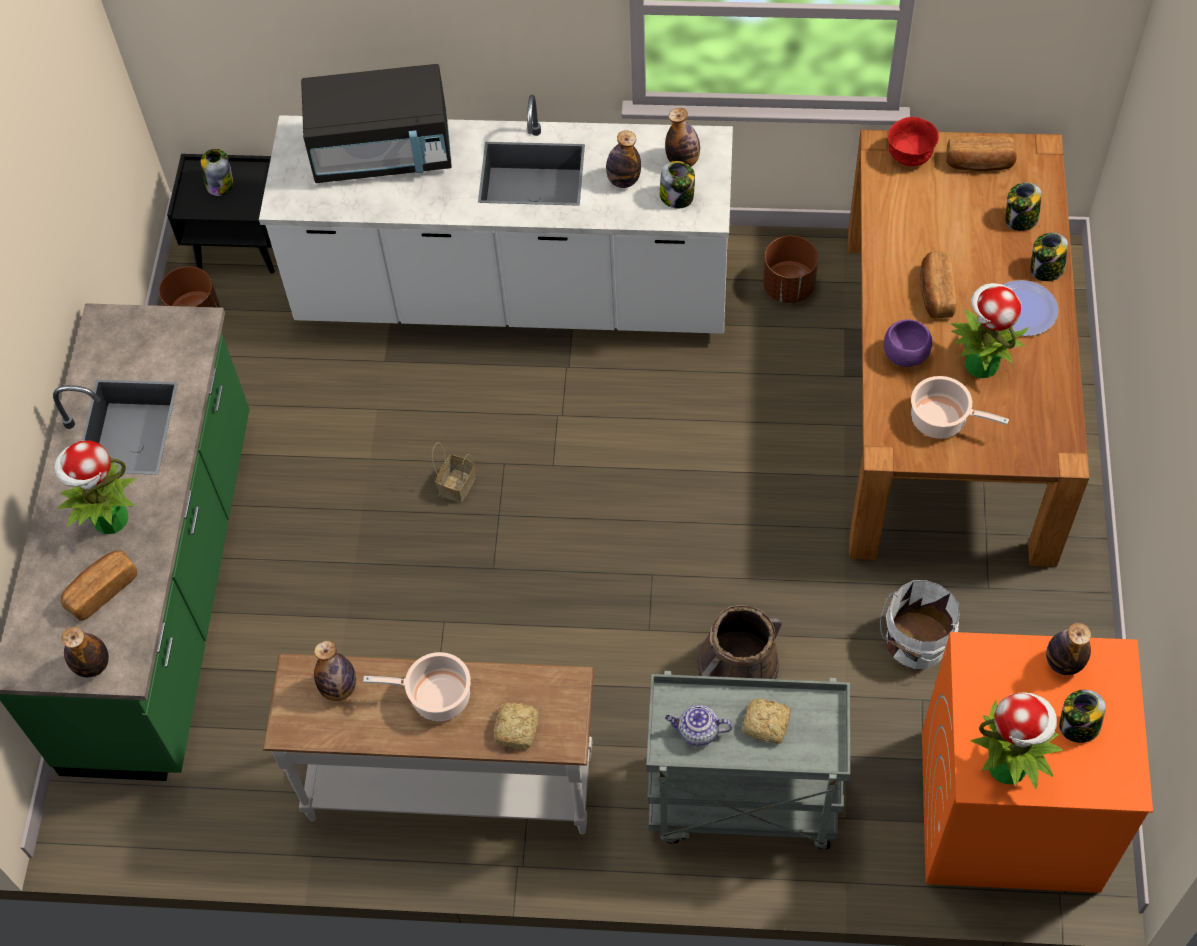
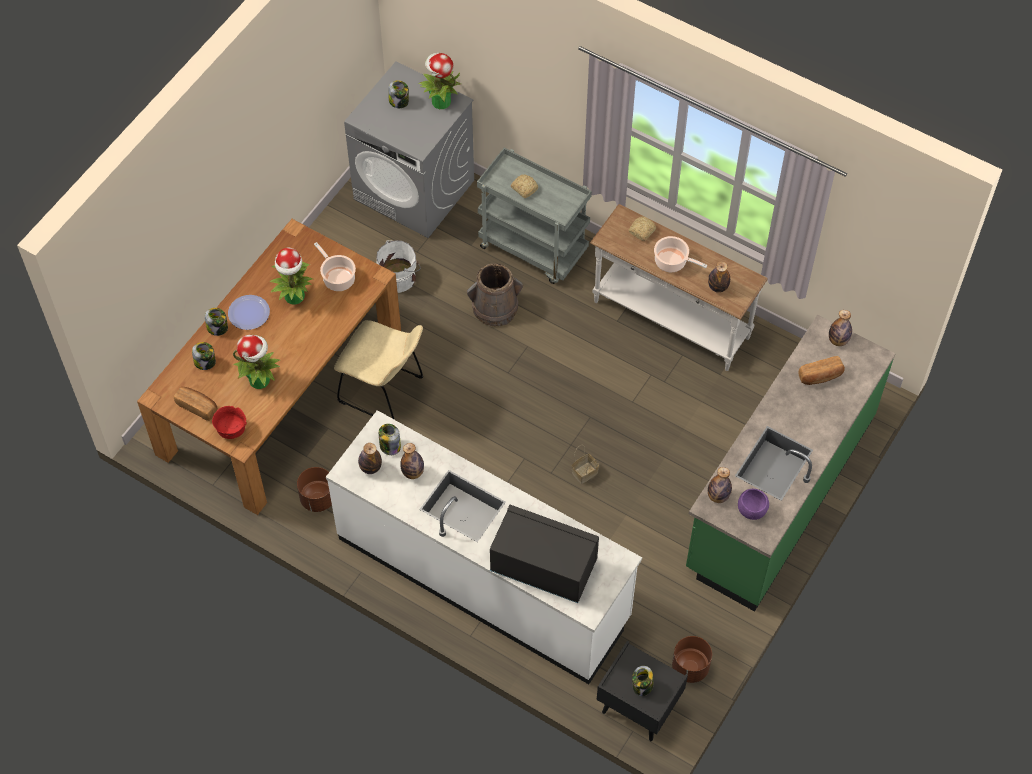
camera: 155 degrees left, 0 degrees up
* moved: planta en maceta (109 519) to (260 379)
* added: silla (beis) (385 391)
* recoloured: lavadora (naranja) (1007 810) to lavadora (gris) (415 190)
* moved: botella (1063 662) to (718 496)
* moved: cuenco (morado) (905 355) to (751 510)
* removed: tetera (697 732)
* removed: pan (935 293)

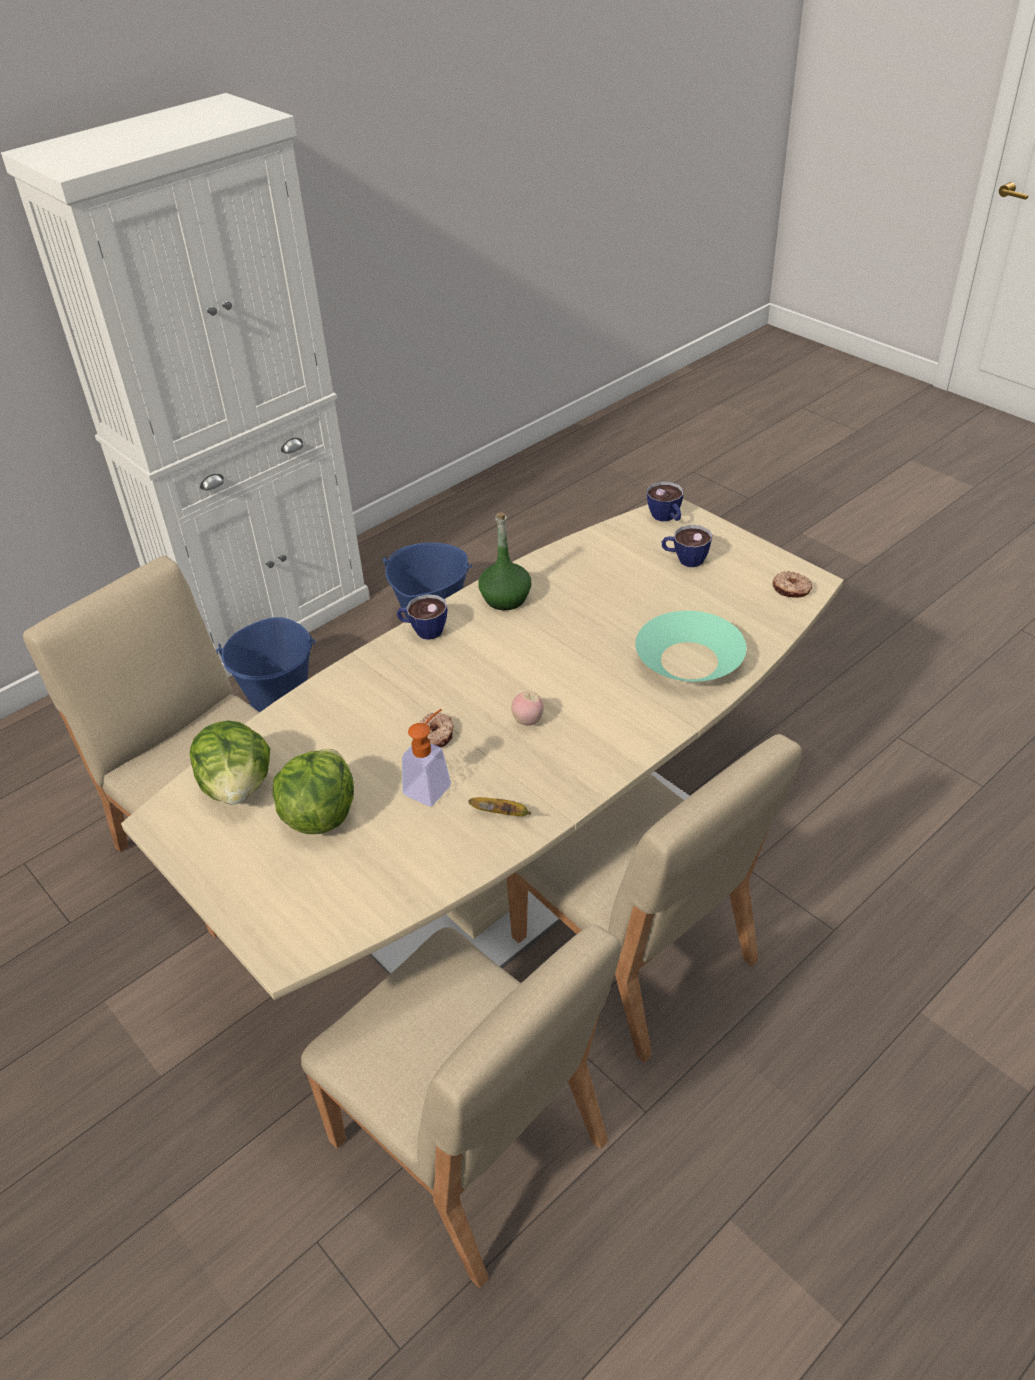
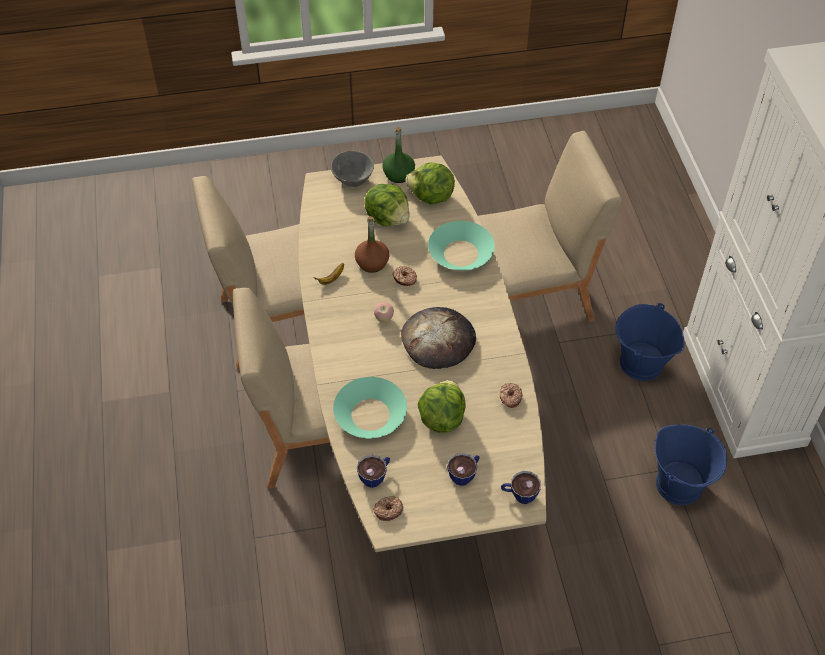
camera: 120 degrees right, 10 degrees up
* added: cuenco (gris) (352 181)
* replaced: dispensador de jabón (432 785) to botella (marrón) (372 263)
* moved: taza (423 630) to (375 476)
* moved: botella (verde) (505 598) to (399 174)
* added: pan (438 340)
* added: lechuga (441 418)
* added: cuenco (turquesa) (461 253)
* added: rosquilla (510 397)

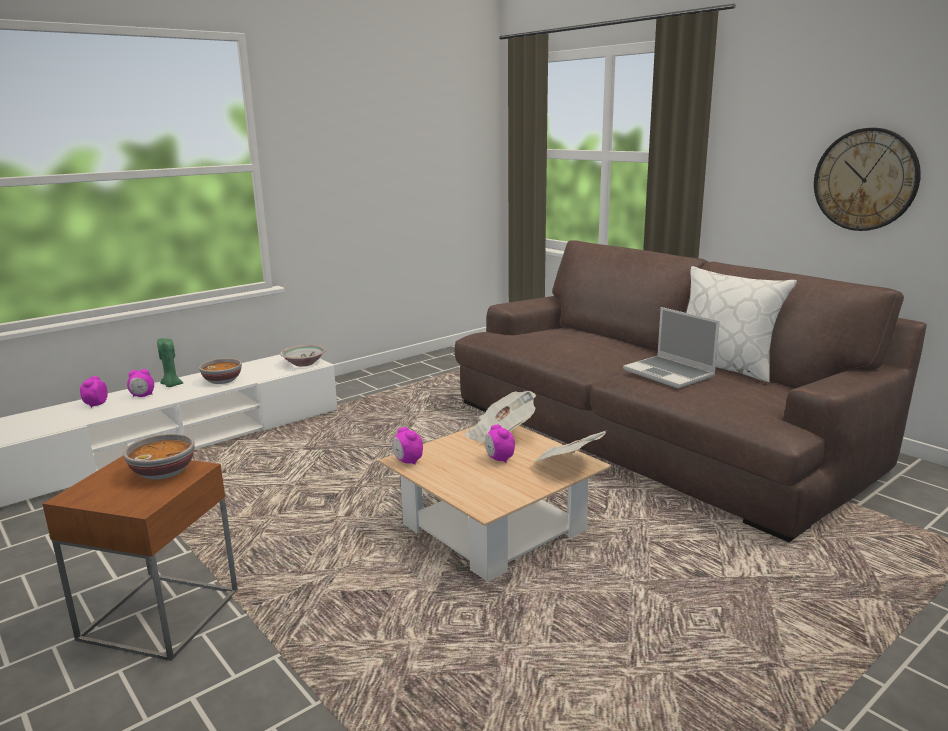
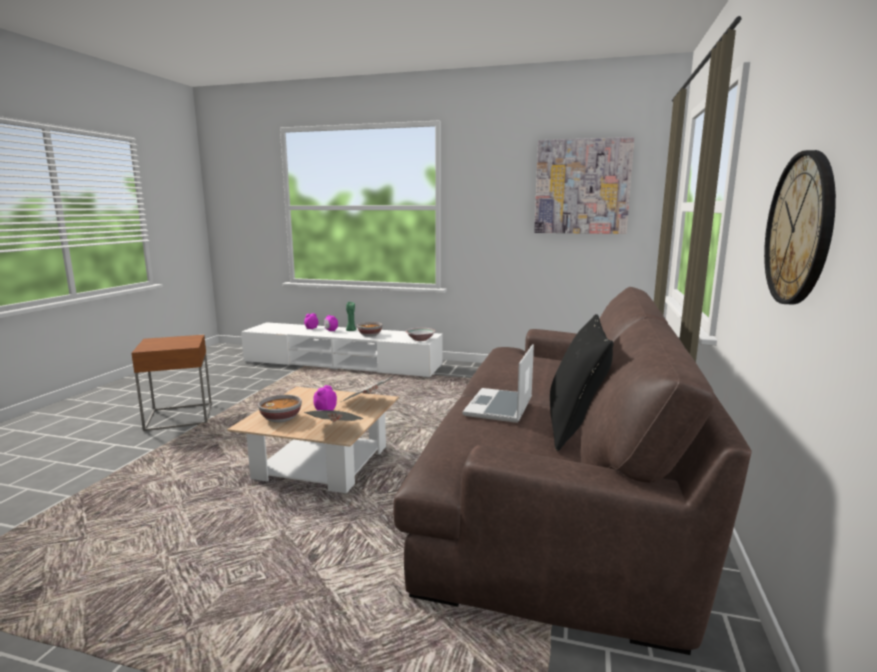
camera: 55 degrees right, 5 degrees down
* moved: cuenco (164 472) to (281 418)
* added: cuadro (582 187)
* recoloured: cojín (blanco) (724 366) to cojín (negro) (575 426)
* removed: despertador (408 461)

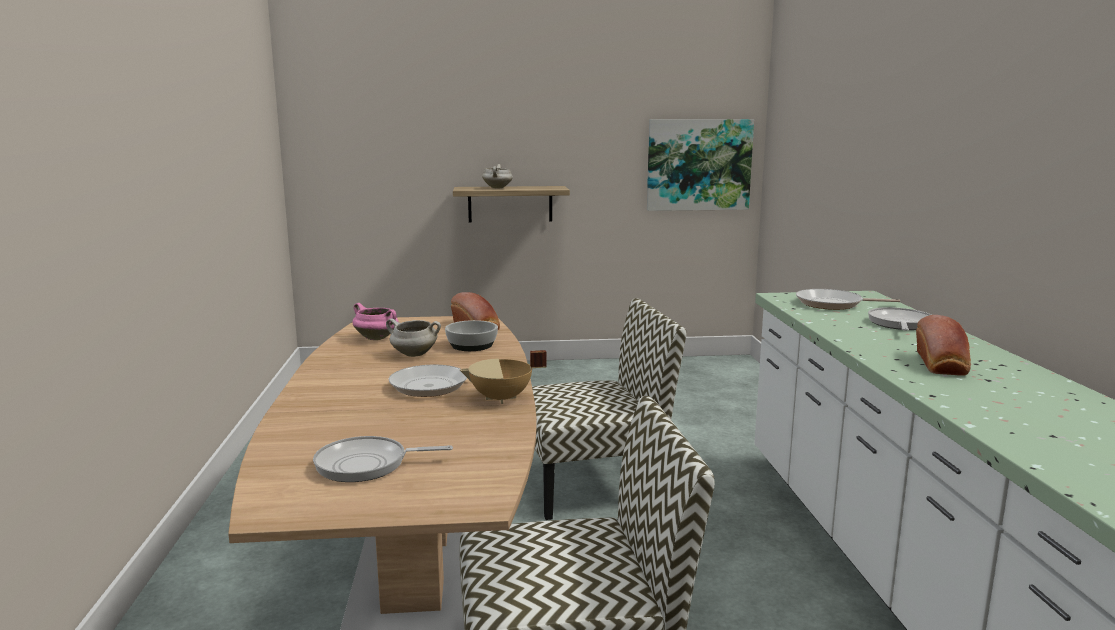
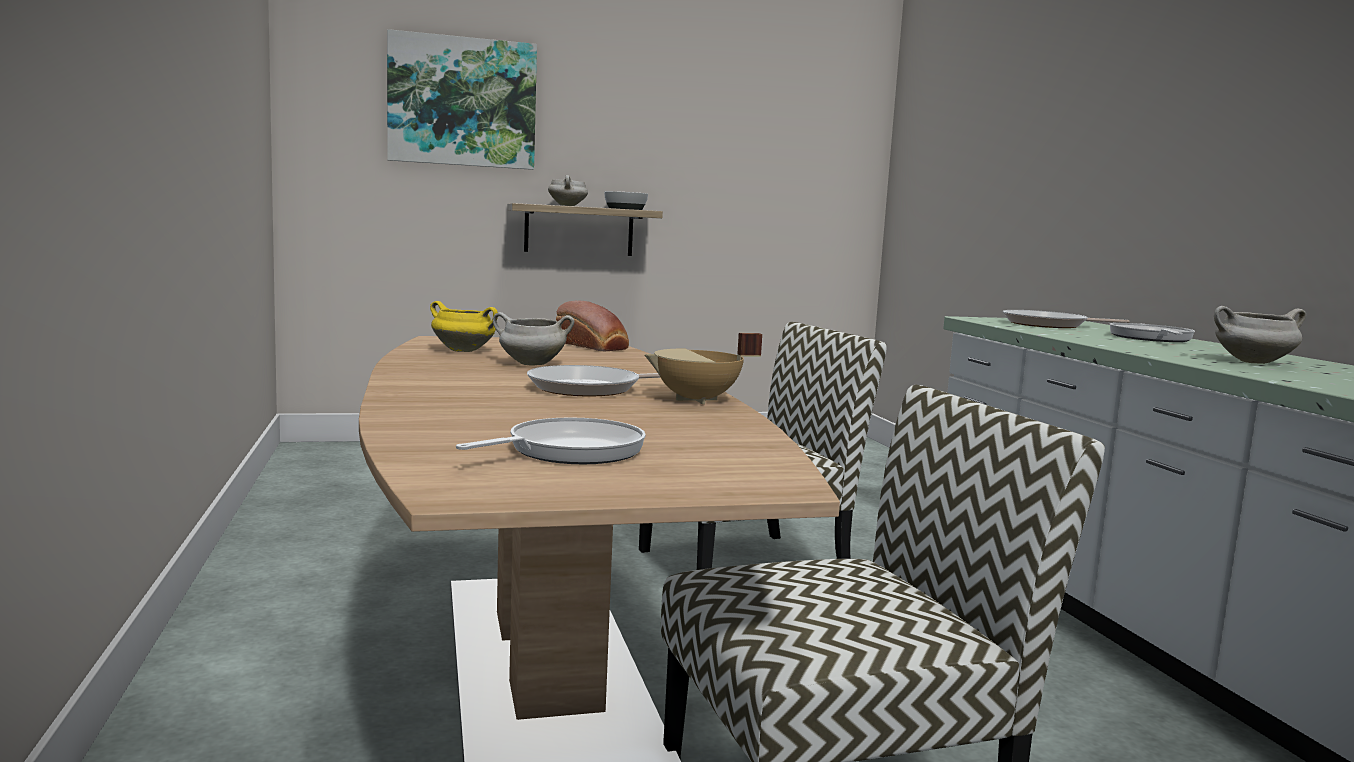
camera: 10 degrees left, 5 degrees down
* moved: cuadro (698 165) to (462 102)
* recoloured: olla (rosa) (377 338) to olla (amarillo) (464 351)
* turned: sartén (367 465) = (568 451) 150 degrees clockwise
* moved: cuenco (471 345) to (625 209)
* replaced: pan (941 364) to olla (blanco) (1253 362)

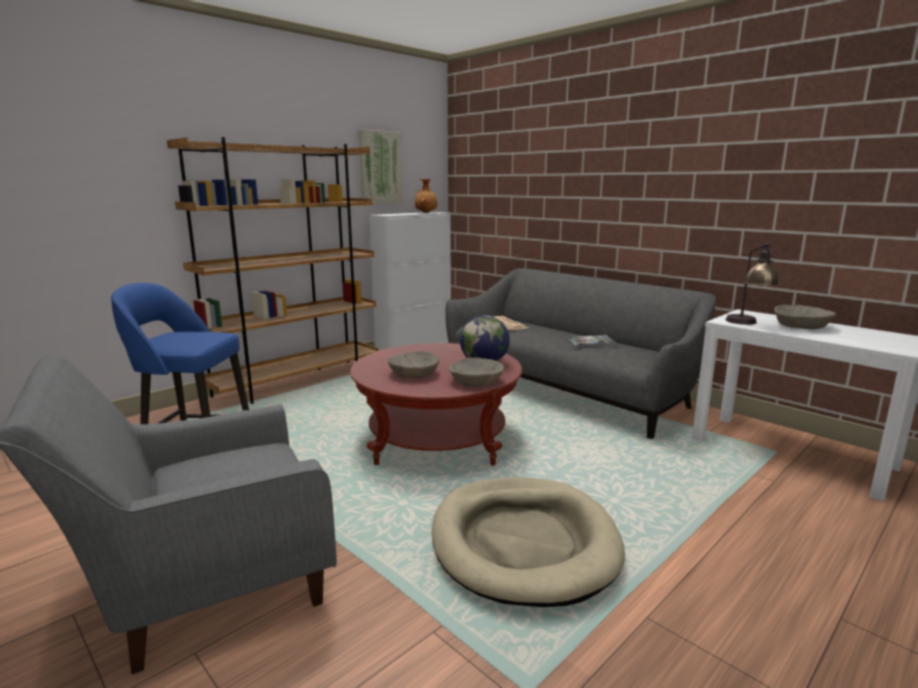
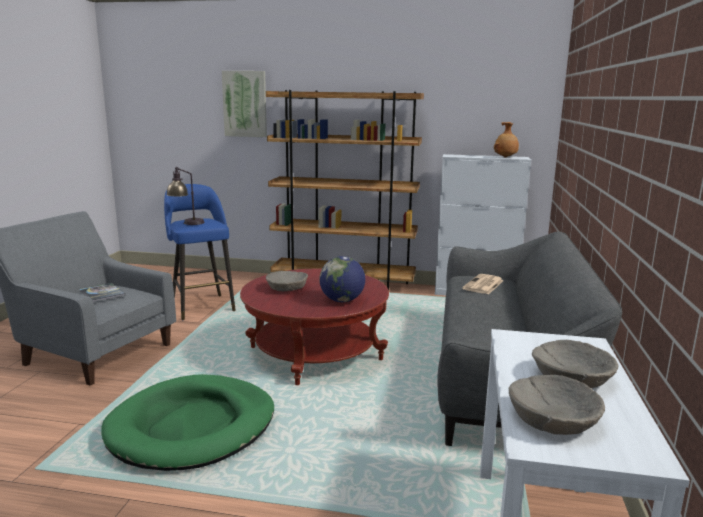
camera: 55 degrees right, 0 degrees up
* moved: libro (590 342) to (102 293)
* recoloured: cama para perro (beis) (523 543) to cama para perro (verde) (193 427)
* moved: lámpara de mesa (748 324) to (186 224)
* moved: cuadro (380 168) to (245 104)
* moved: cuenco (beis) (476 381) to (552 420)

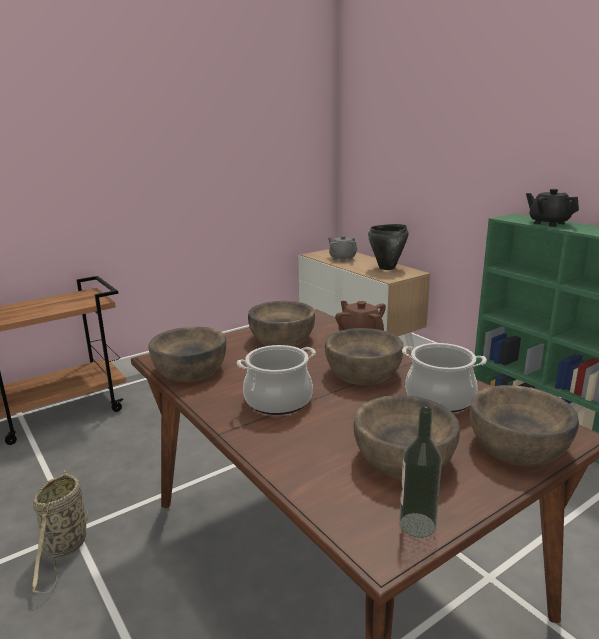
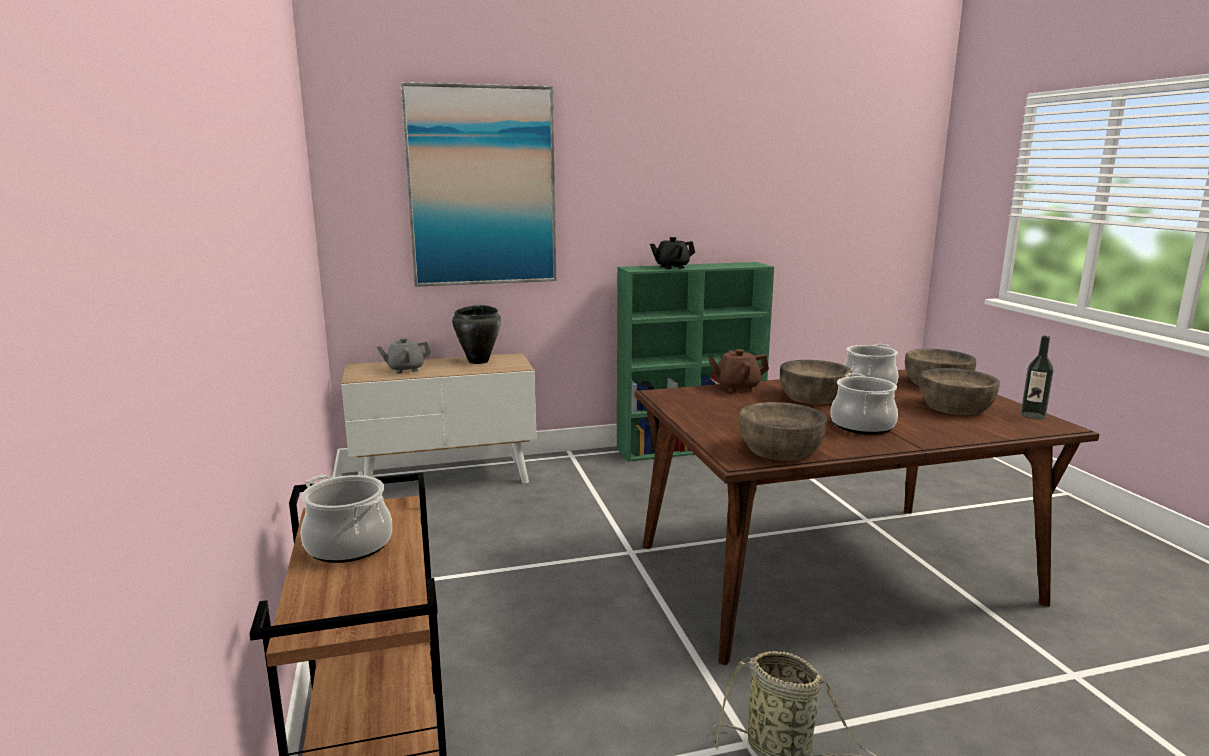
camera: 70 degrees left, 5 degrees down
* added: olla (349 545)
* added: cuadro (482 187)
* removed: cuenco (marrón) (282 338)

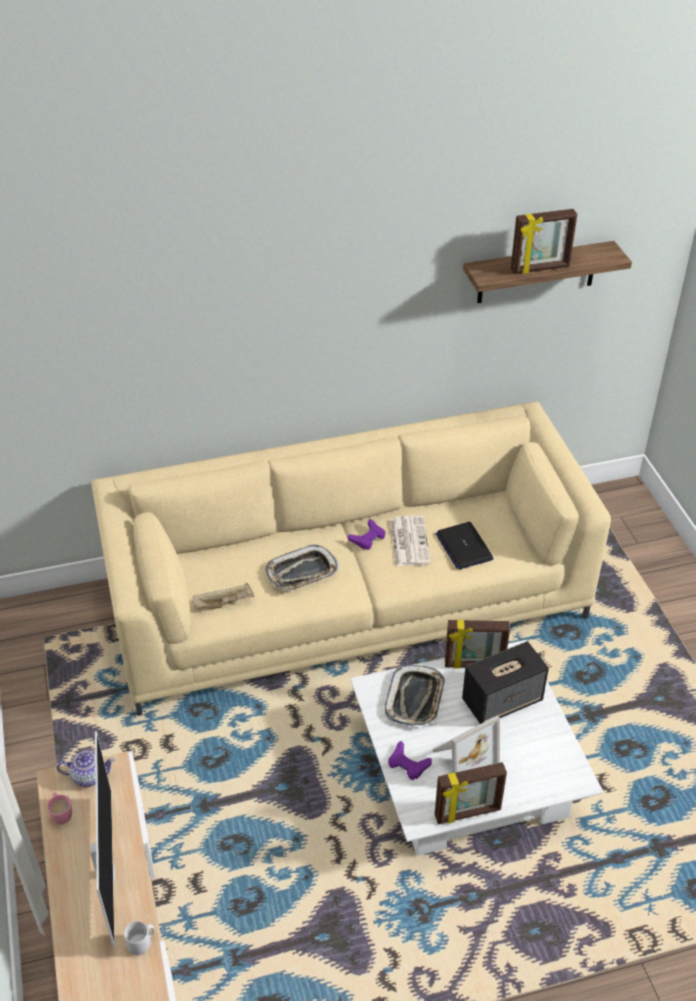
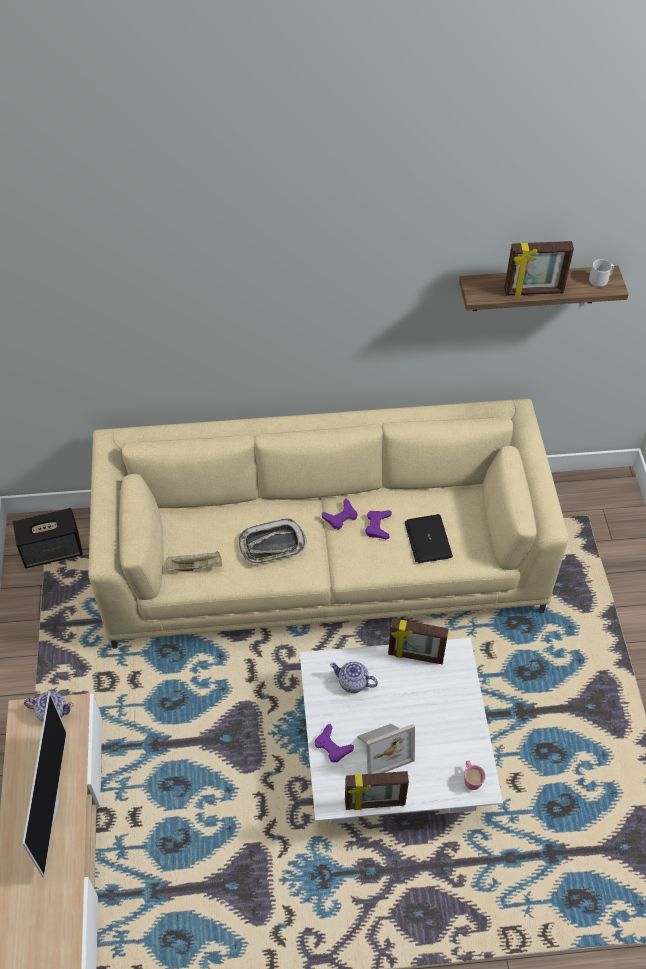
camera: 10 degrees right, 10 degrees up
* moved: altavoz (502 700) to (53 550)
* replaced: bandeja (415 699) to tetera (353 683)
* replaced: periódico (409 541) to mando de consola (morado) (378 526)
* moved: taza grande (rosa) (61 813) to (471 779)
* moved: taza grande (gris) (142 942) to (600 280)

